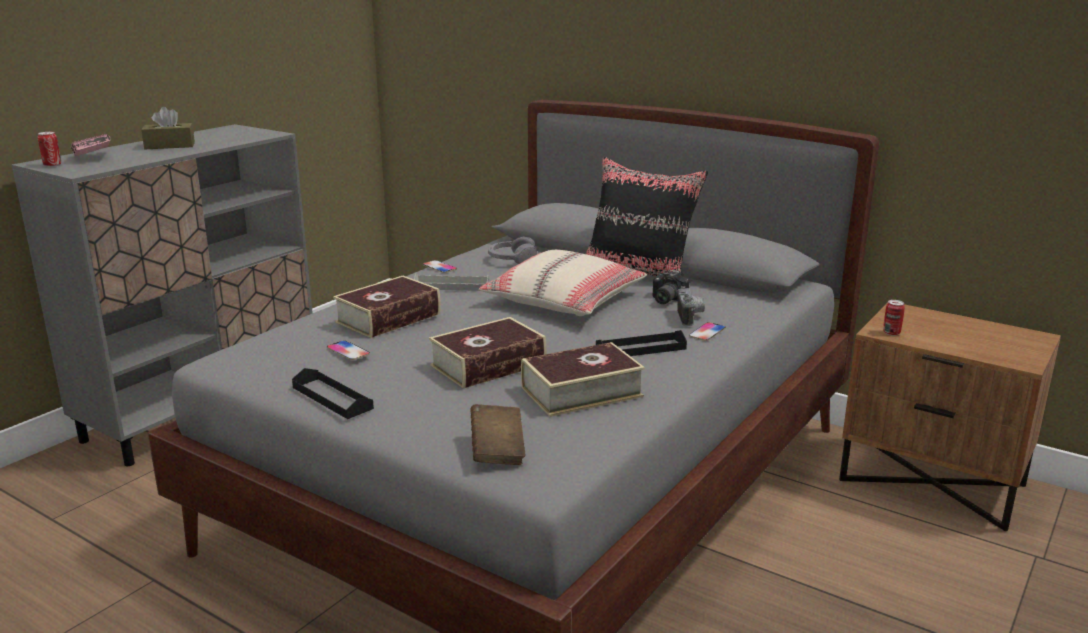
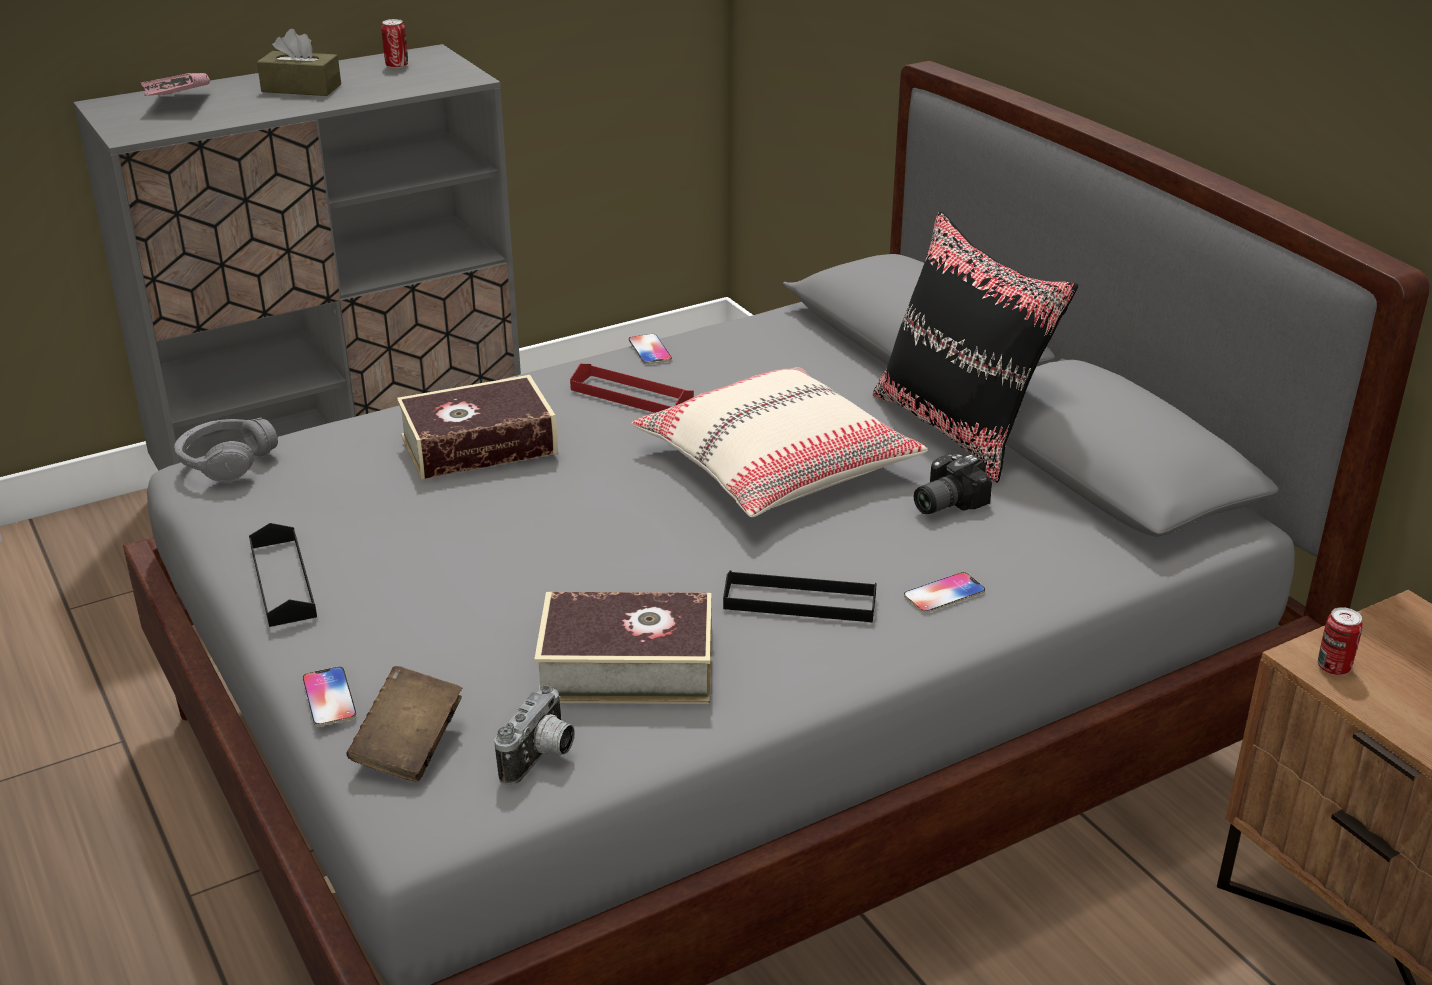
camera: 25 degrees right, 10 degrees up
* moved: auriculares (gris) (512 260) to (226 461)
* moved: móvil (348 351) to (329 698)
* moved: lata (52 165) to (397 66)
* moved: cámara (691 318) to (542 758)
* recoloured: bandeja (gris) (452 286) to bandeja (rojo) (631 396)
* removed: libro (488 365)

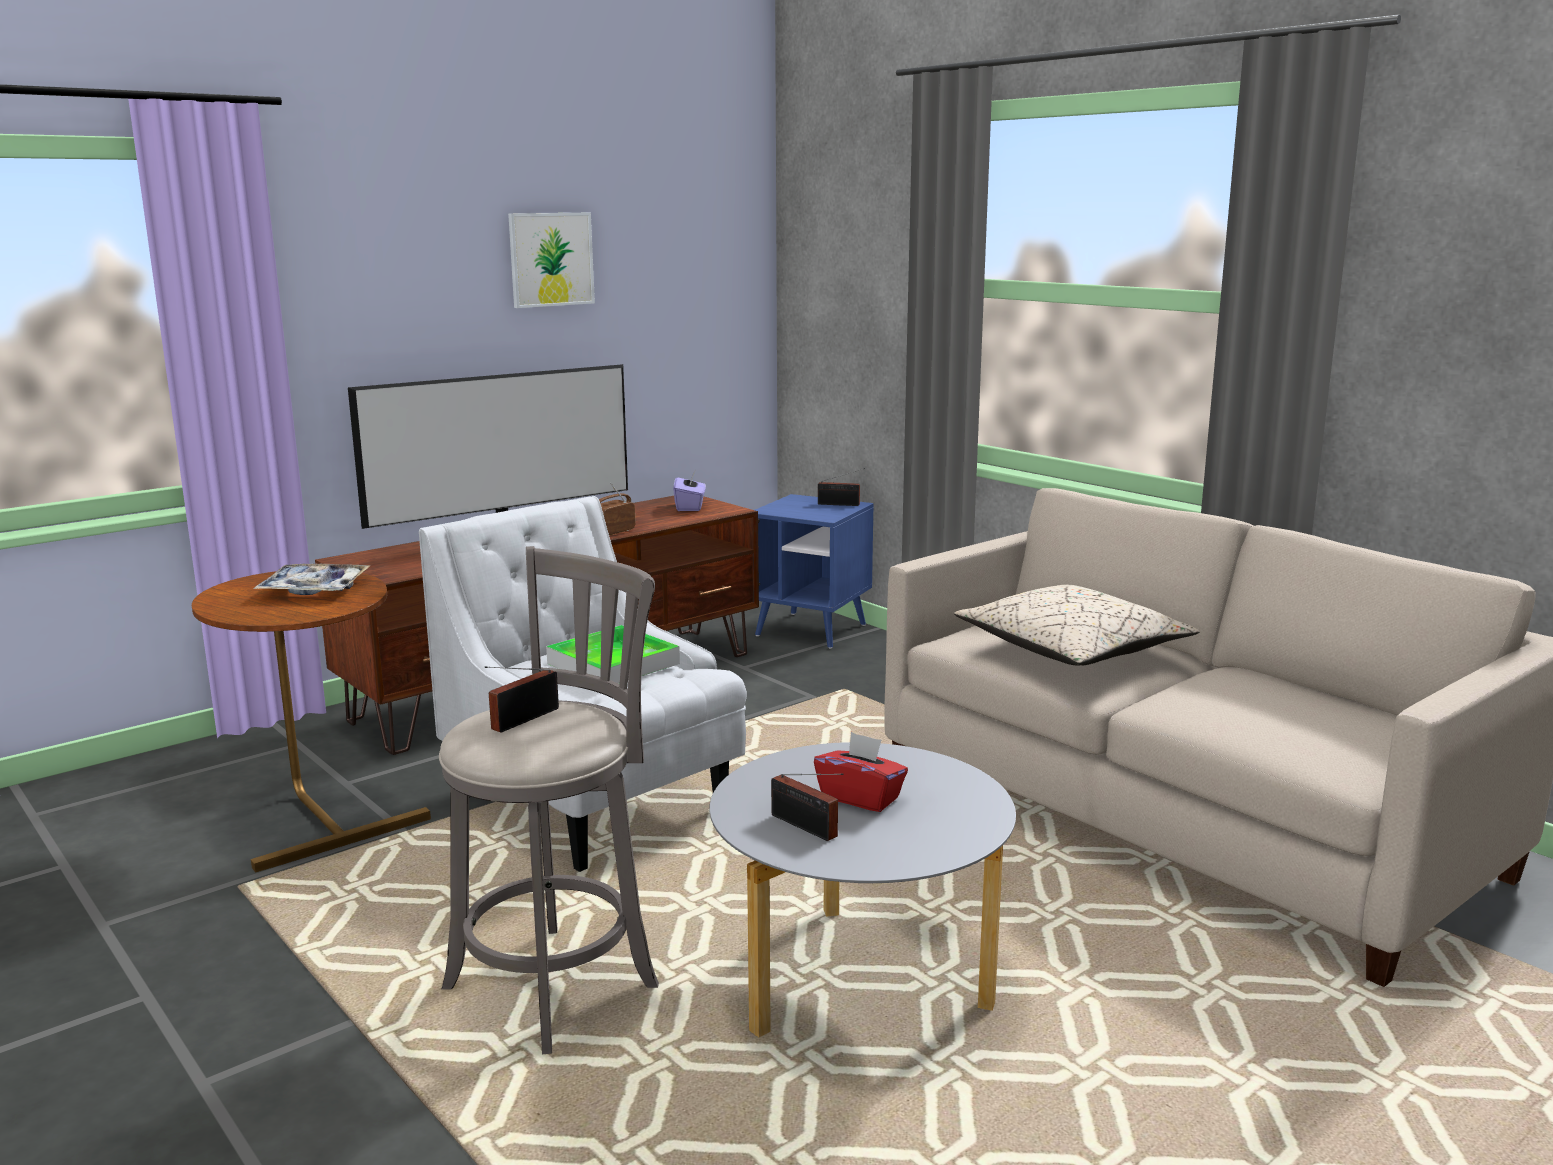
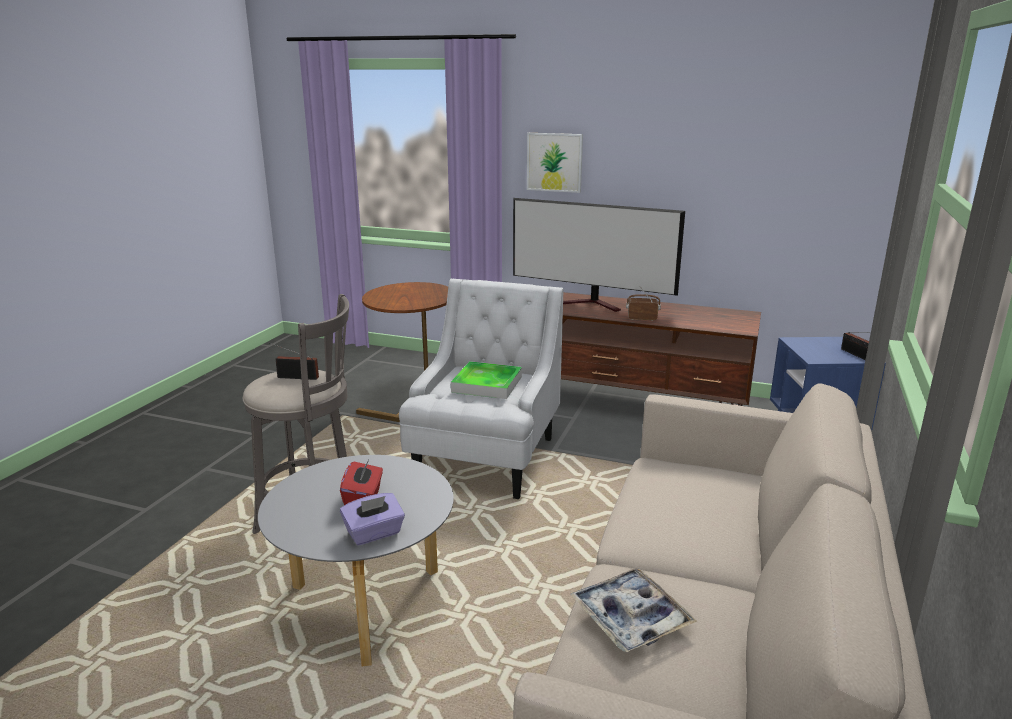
camera: 60 degrees right, 5 degrees up
* moved: caja de pañuelos (morado) (690 507) to (374 533)
* moved: cuadro (551 259) to (554 162)
* moved: bandeja (314 589) to (630 618)
* removed: radio (806 827)
* removed: cojín (beis) (1072 651)

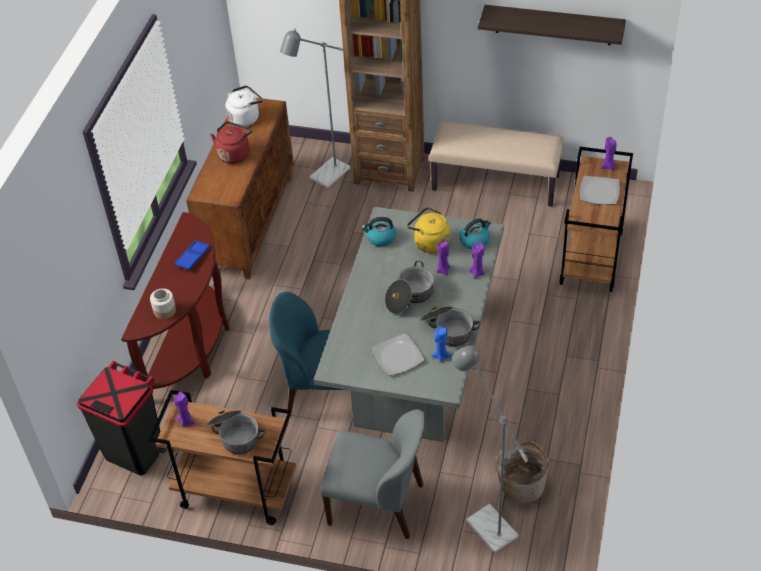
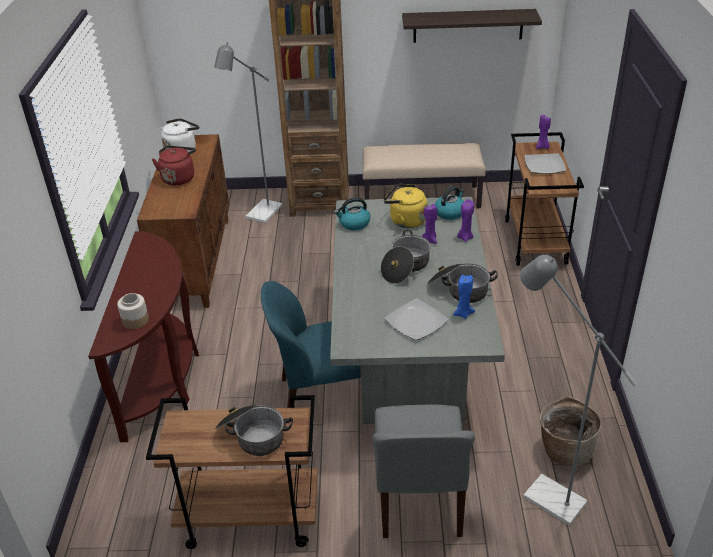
camera: 15 degrees left, 10 degrees down
* turned: silla (gris) (378 505) = (419 499) 90 degrees clockwise
* removed: papelera (negro) (134 451)
* removed: bandeja (azul) (193 257)
* removed: vela (morado) (186 421)

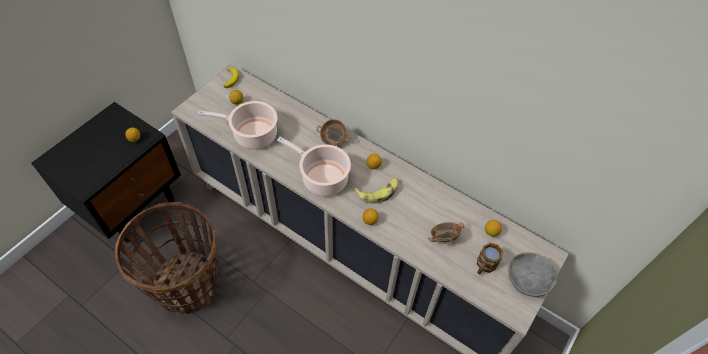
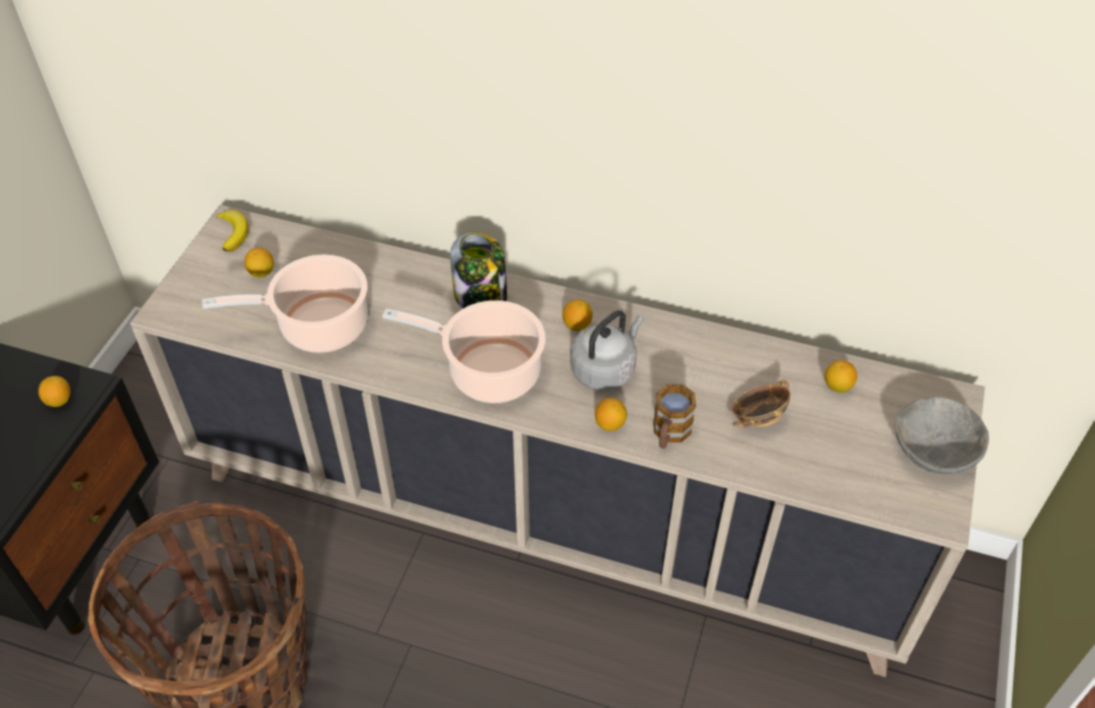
camera: 15 degrees left, 5 degrees down
* replaced: cuenco (333 140) to tarro (481 297)
* replaced: plátano (378 192) to hervidor (gris) (605 369)
* moved: taza grande (484 266) to (669 434)

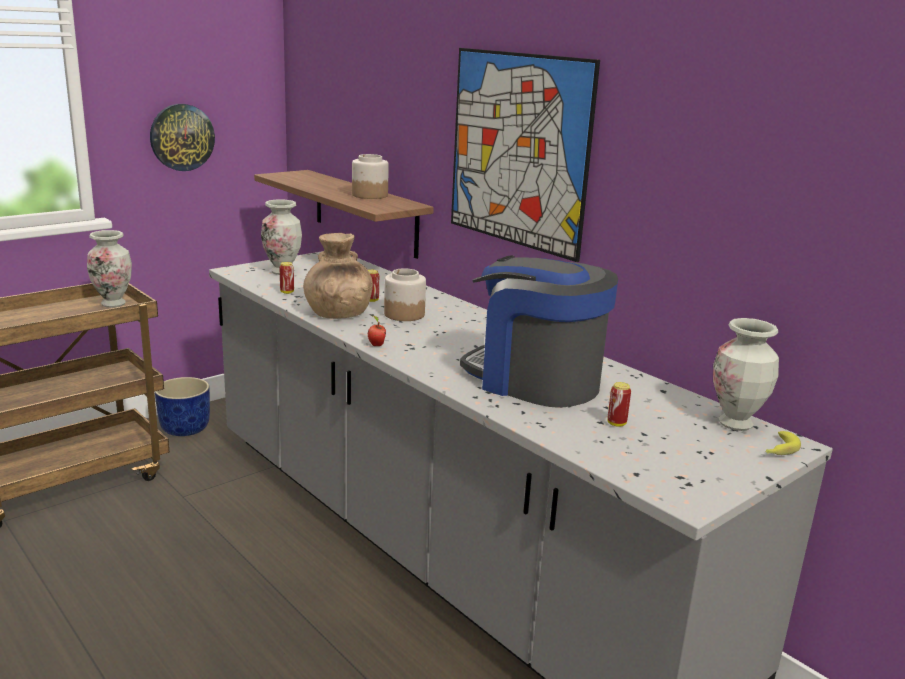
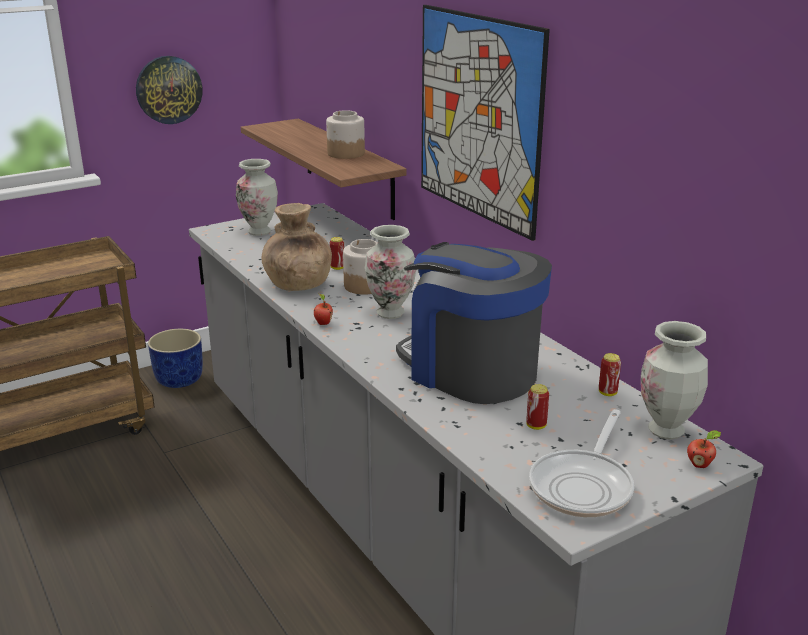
camera: 10 degrees right, 5 degrees up
* moved: florero (113 304) to (390 313)
* added: sartén (584 485)
* moved: lata (287 292) to (607 393)
* replaced: plátano (778 450) to manzana (700 464)

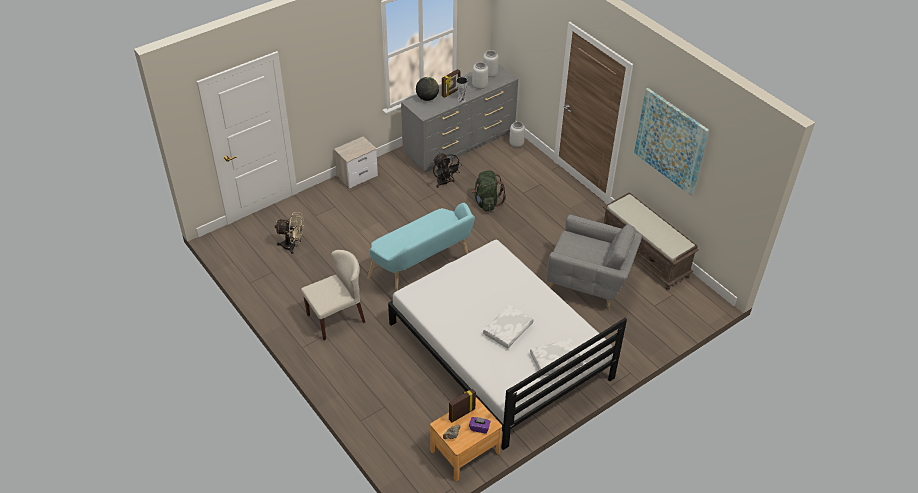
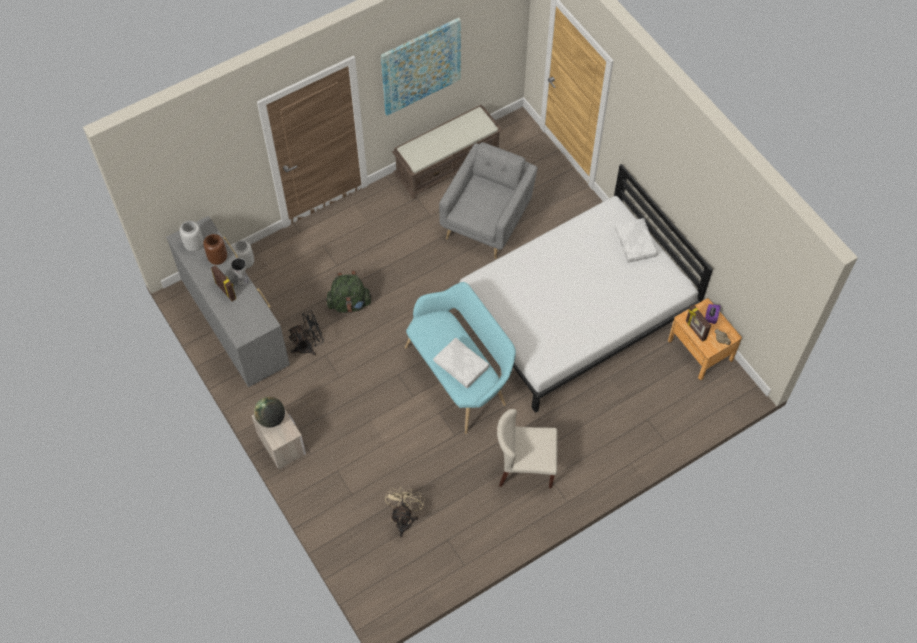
camera: 85 degrees left, 15 degrees up
* recoloured: florero (gris) (479 86) to florero (marrón) (218 258)
* moved: globo terráqueo (427 98) to (271 418)
* moved: cojín (blanco) (508 331) to (462 365)
* turned: silla (beis) (336 318) = (525 467) 60 degrees counterclockwise

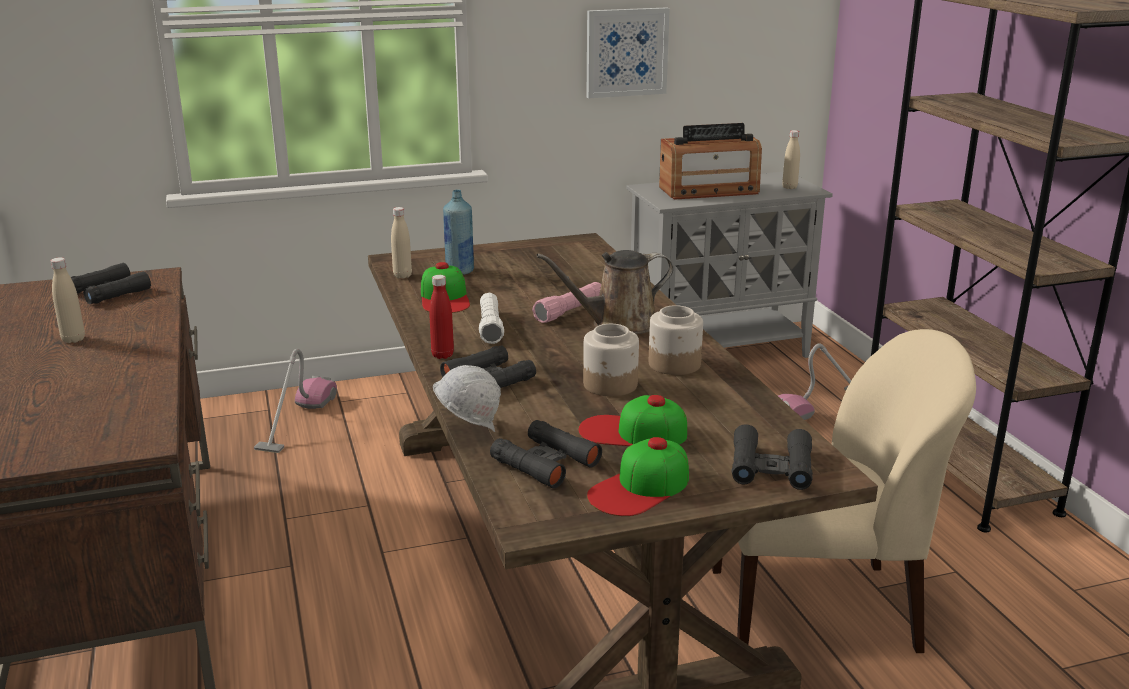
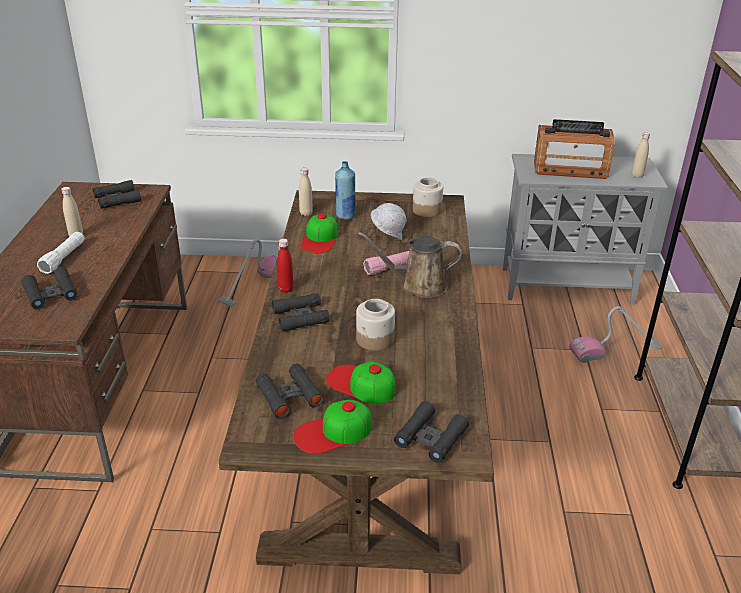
camera: 20 degrees right, 10 degrees up
* added: prismáticos (negro) (51 294)
* moved: linterna (blanco) (490 327) to (64 258)
* moved: casco (blanco) (467 431) to (388 237)
* moved: tarro (674 364) to (426 210)
* removed: cuadro (626 52)
* removed: silla (beis) (817 610)

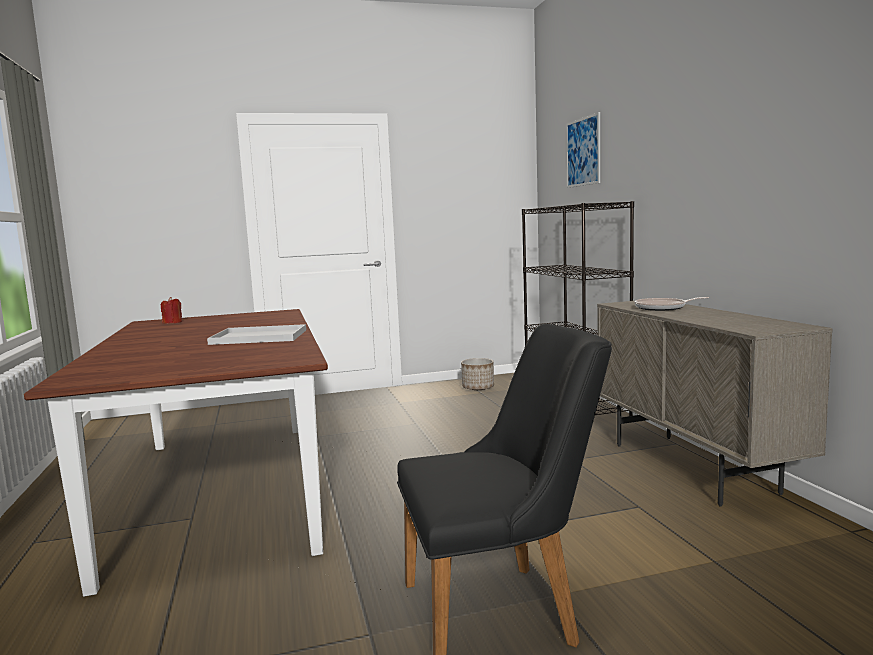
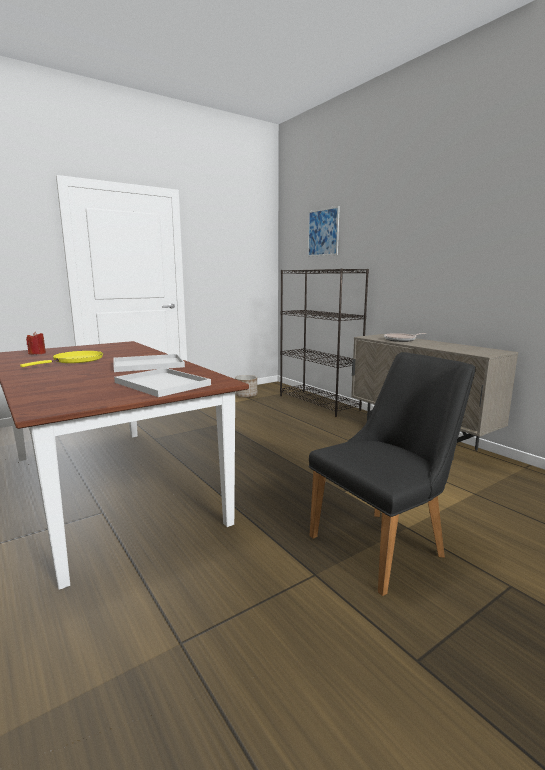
camera: 20 degrees left, 5 degrees up
* added: sartén (amarillo) (75 360)
* added: bandeja (blanco) (160 383)

